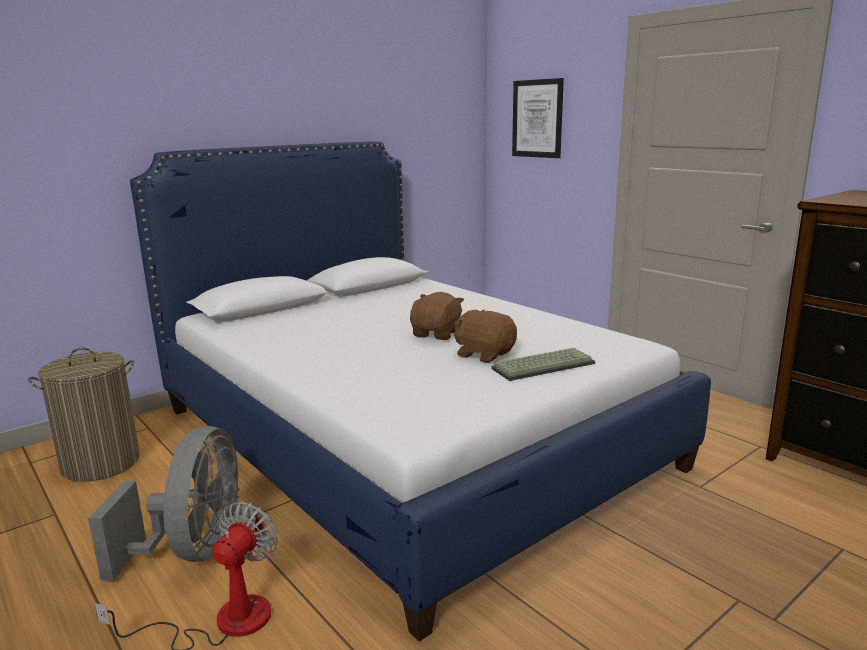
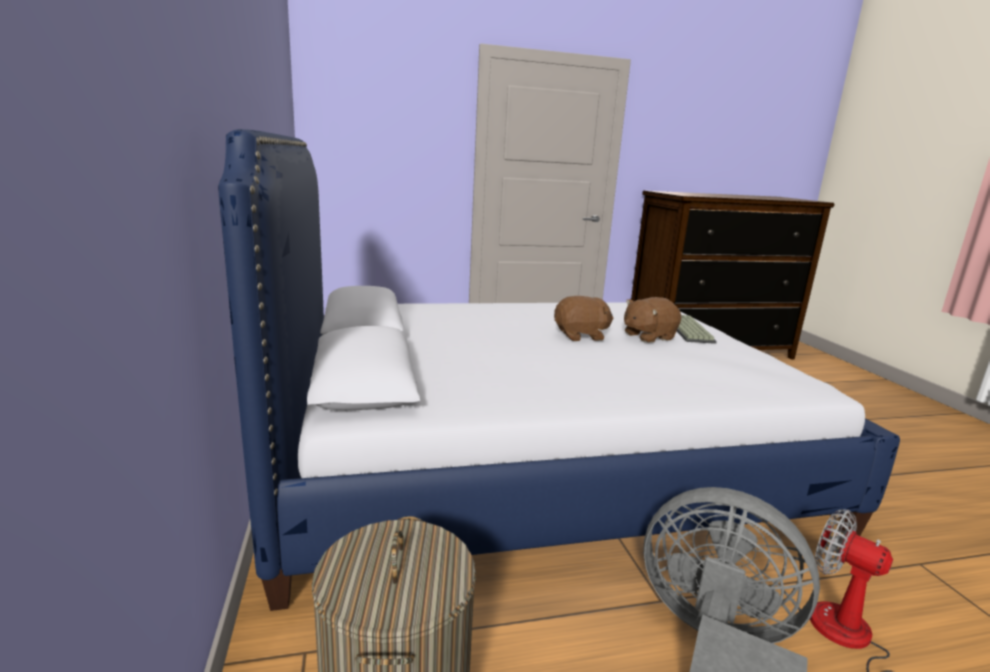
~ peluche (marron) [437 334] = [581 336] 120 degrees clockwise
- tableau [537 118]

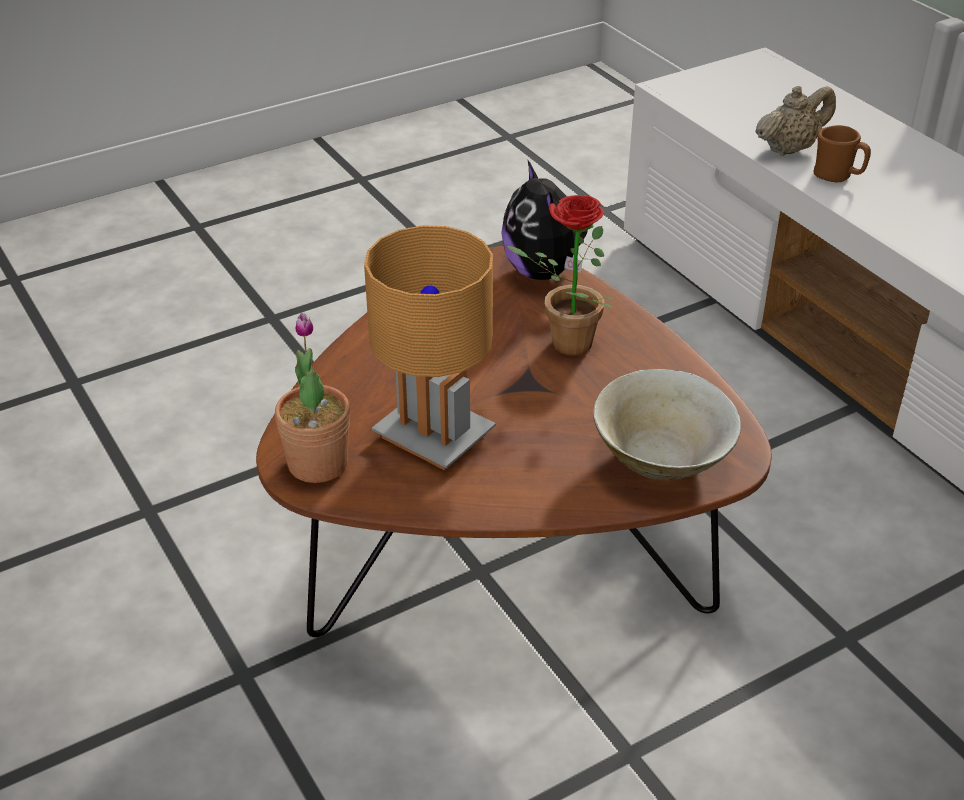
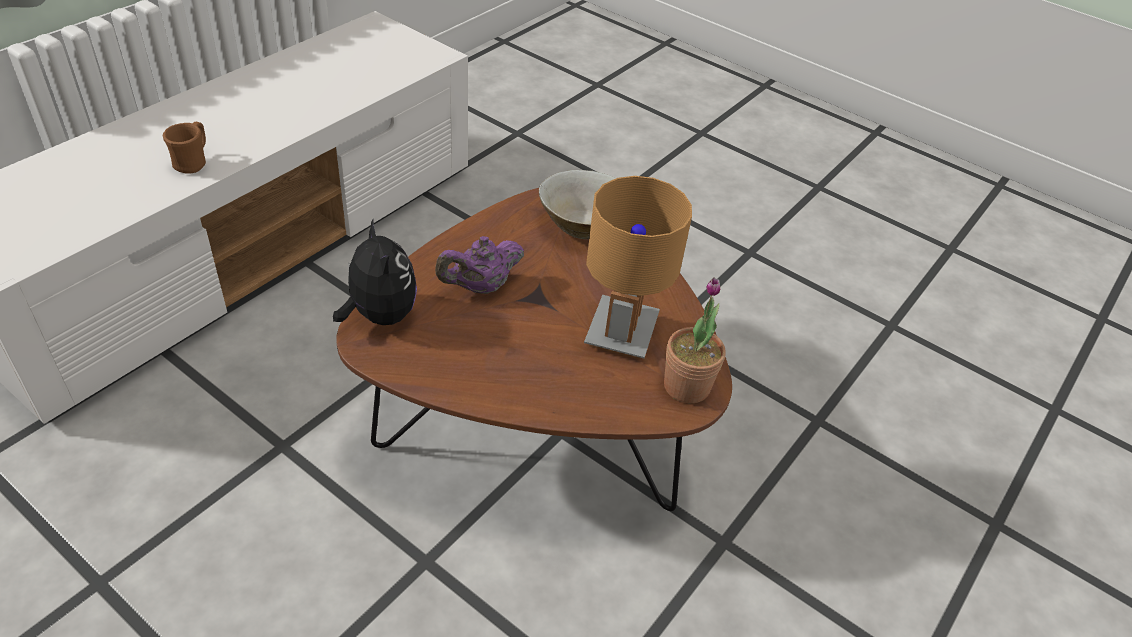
~ peluche [543 272] = [379 315] 75 degrees counterclockwise
~ plante en pot [563 345] to théière (violet) [480 287]
- théière (beige) [790 149]

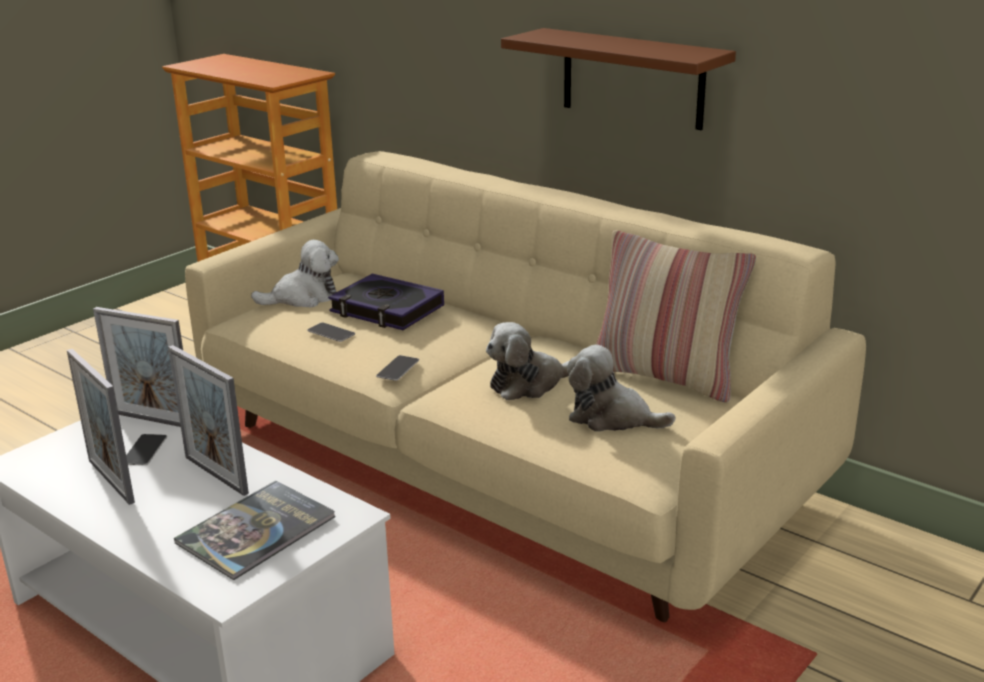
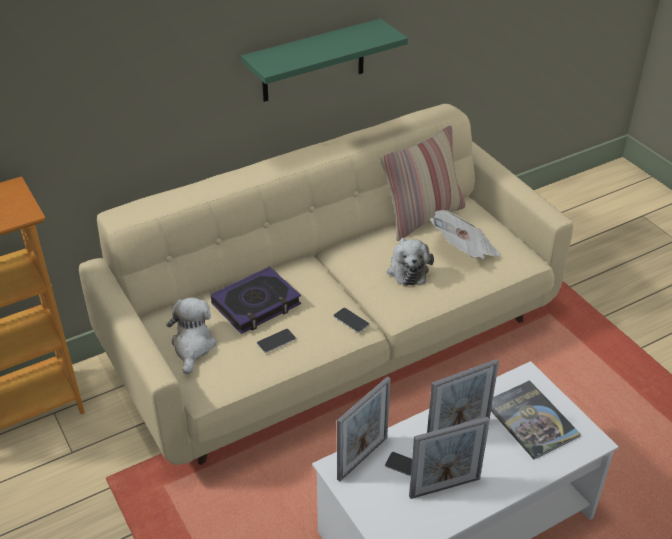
~ étagère (marron) [632 78] to étagère (vert) [313 61]
~ peluche [612 418] to journal [464 250]

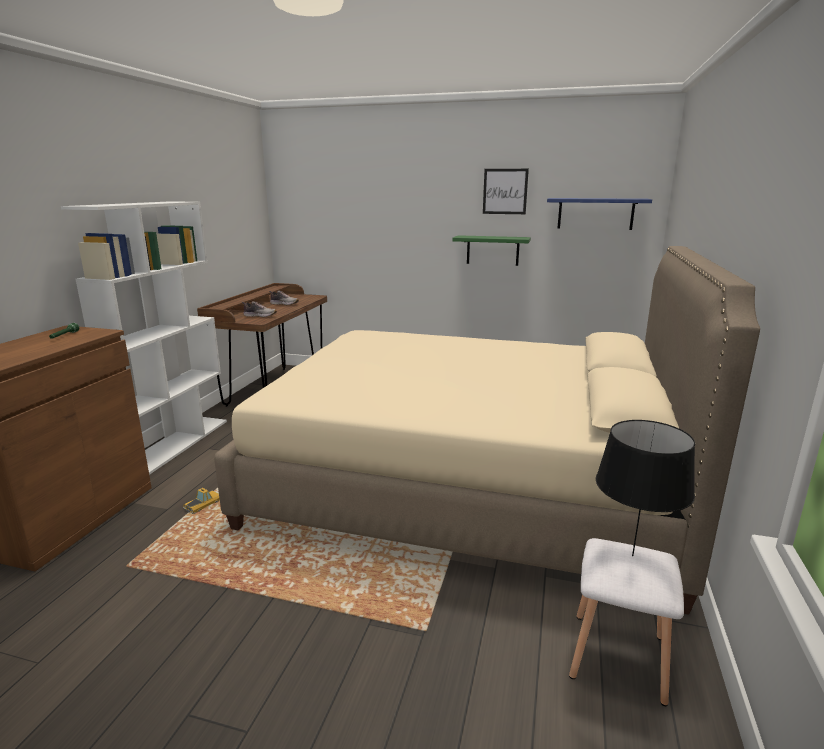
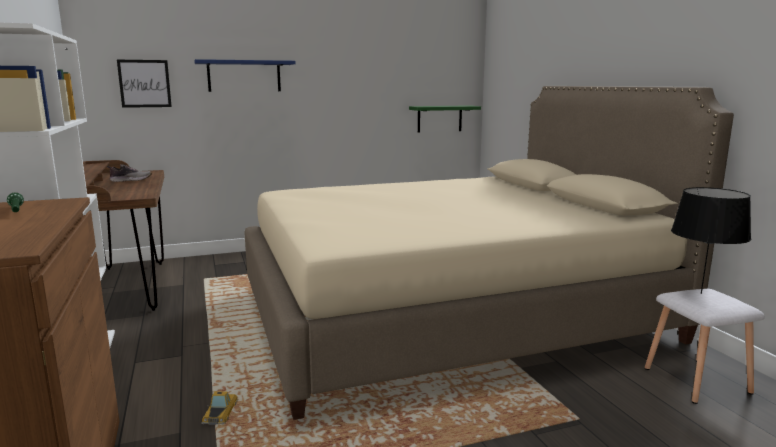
- chaussure [260 316]
~ étagère (vert) [492 250] to [439 118]
~ tableau [505 191] to [144 83]
~ étagère (bleu) [595 213] to [244 76]

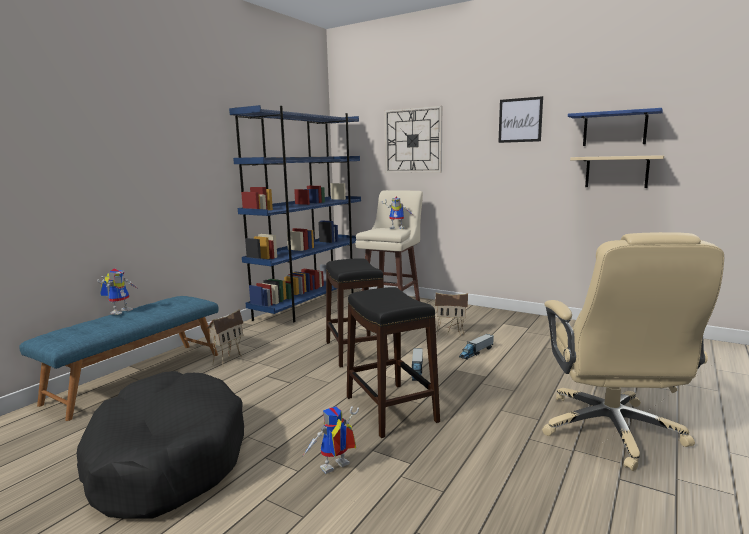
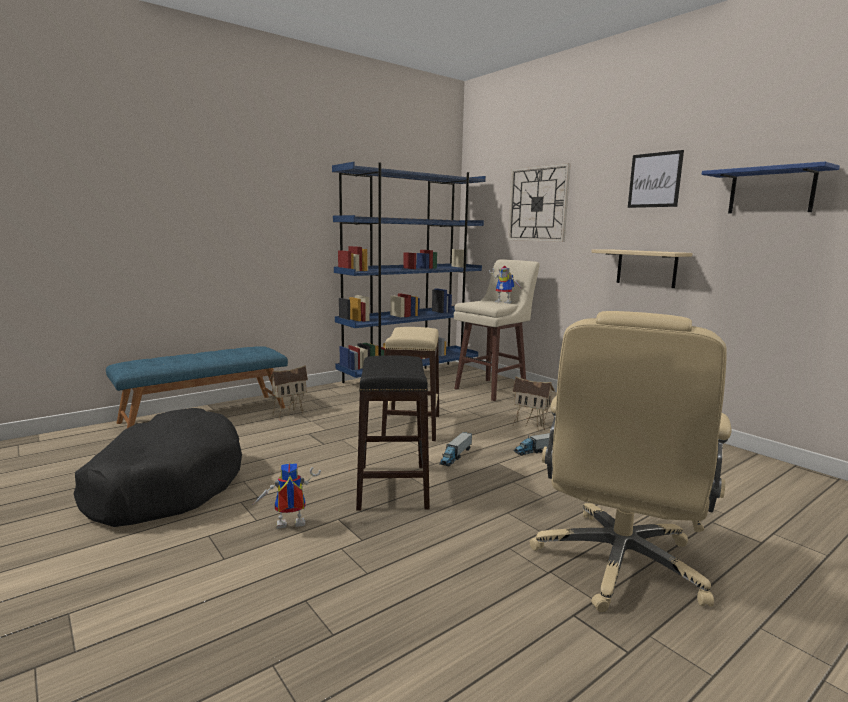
- robot jouet [121 311]
~ tabouret (noir) [356 351] to tabouret (beige) [412 426]
~ étagère (beige) [616 171] to [646 268]

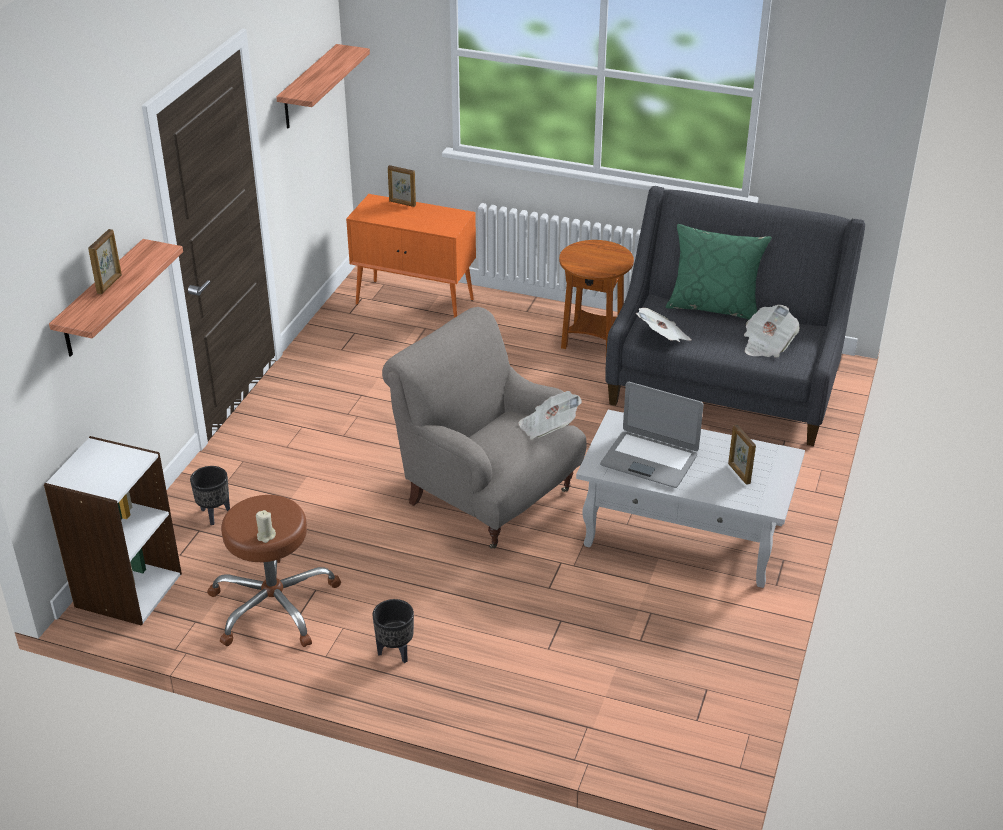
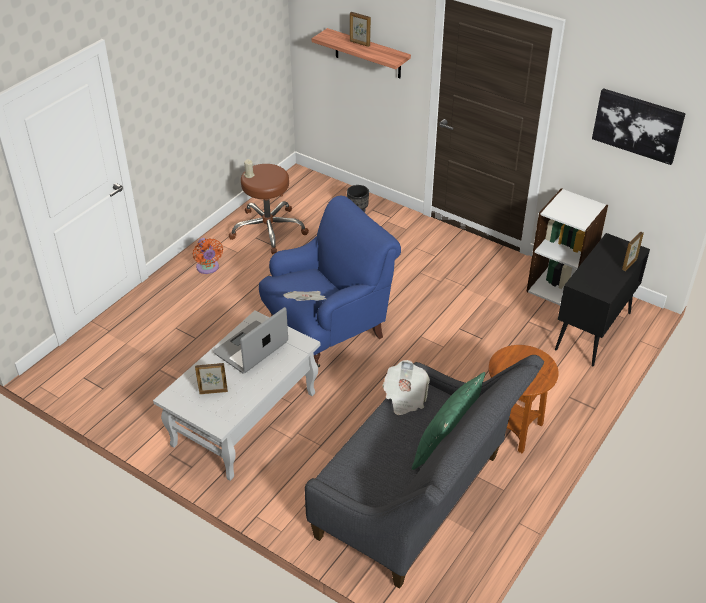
~ bibliothèque (blanc) [127 589] to [559 287]
~ étagère [308 87] to tableau [638 125]
~ meuble de rangement (orange) [416 302] to meuble de rangement (noir) [593 332]
~ cache-pot (noir) [395 652] to ventilateur (orange) [208 268]
~ fauteuil (gris) [487 495] to fauteuil (bleu) [329 328]
- journal [767 345]

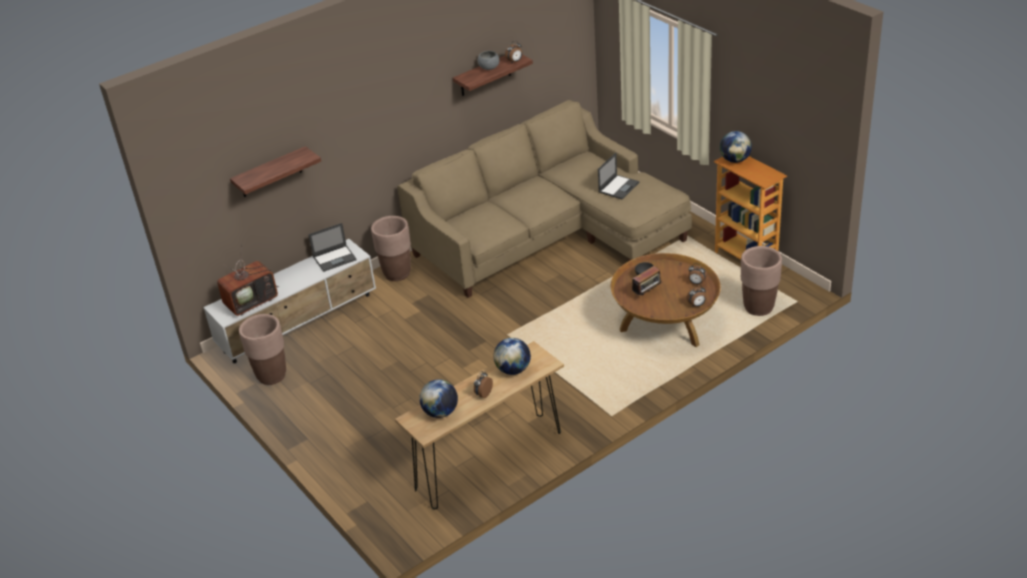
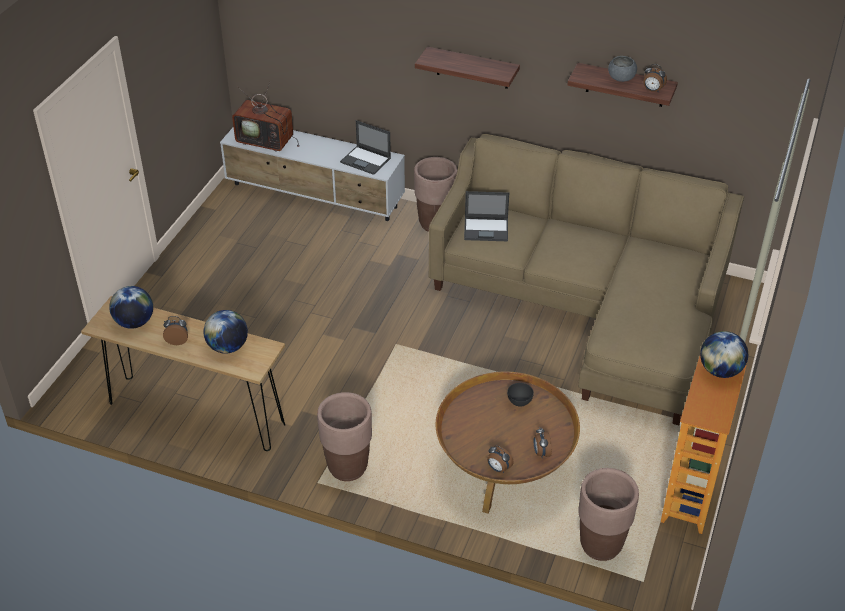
~ étagère [270 173] to [472 68]
~ cache-pot (marron) [272 376] to [347 468]
~ ordinateur portable [619 187] to [486 229]
- radio [647 293]

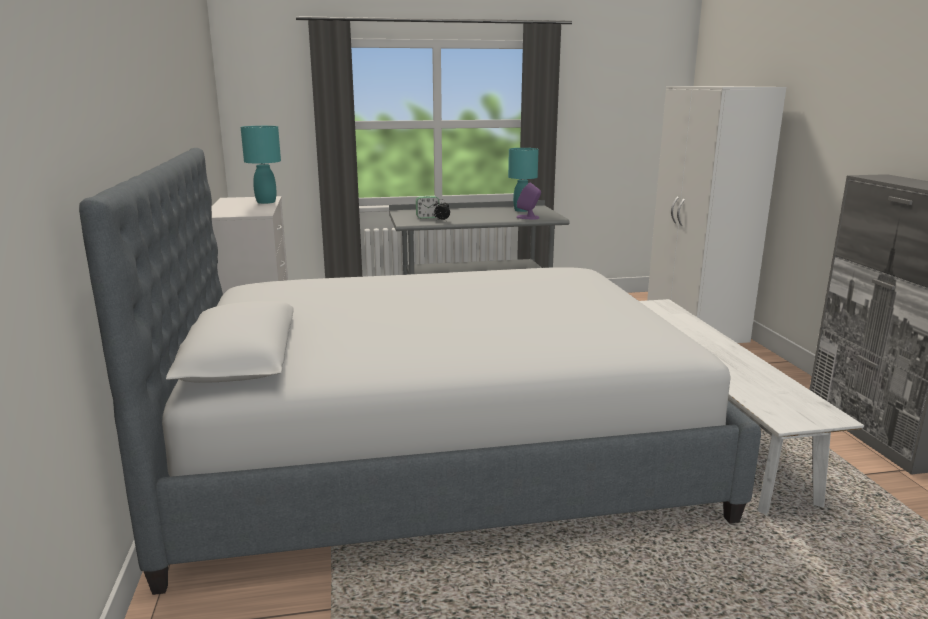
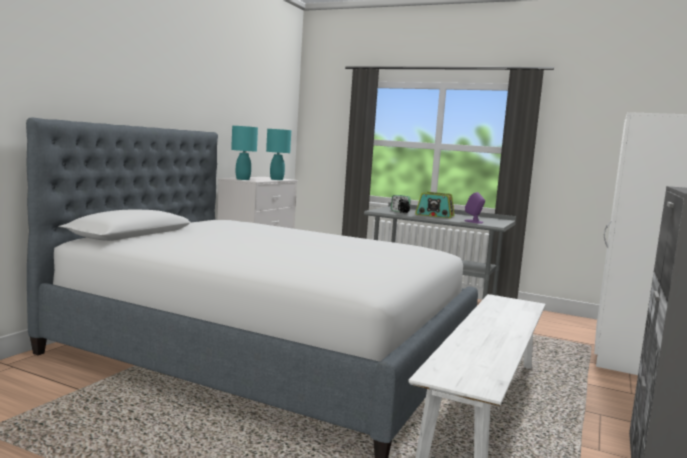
~ lampe de table (turquoise) [522 210] to [243 179]
+ radio [434 215]

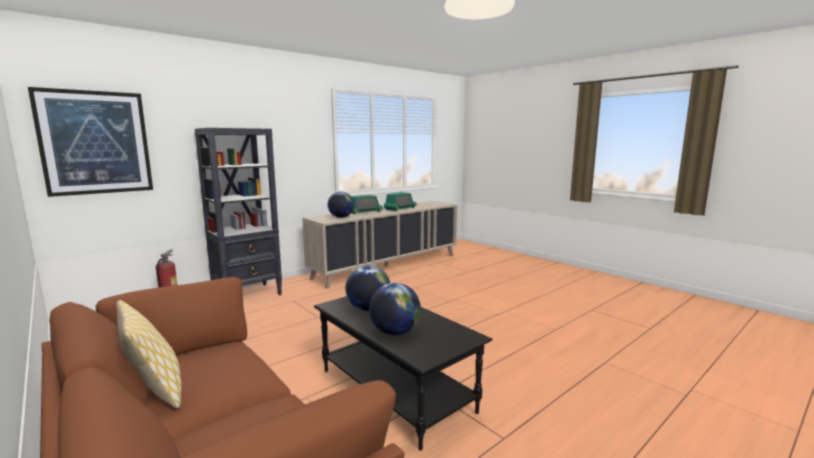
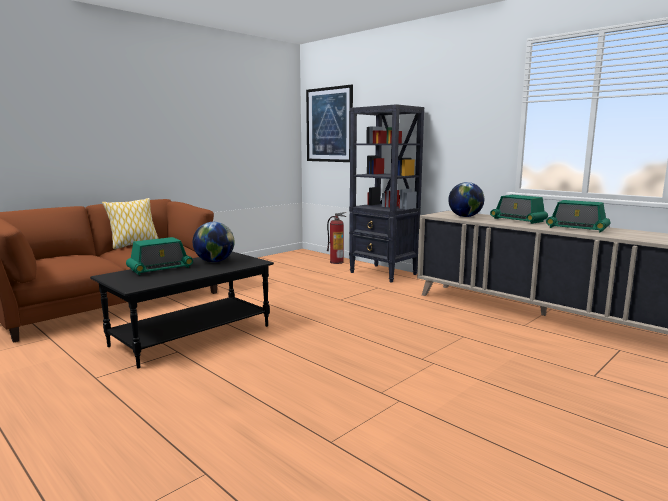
~ globe [395 332] to radio [160 269]

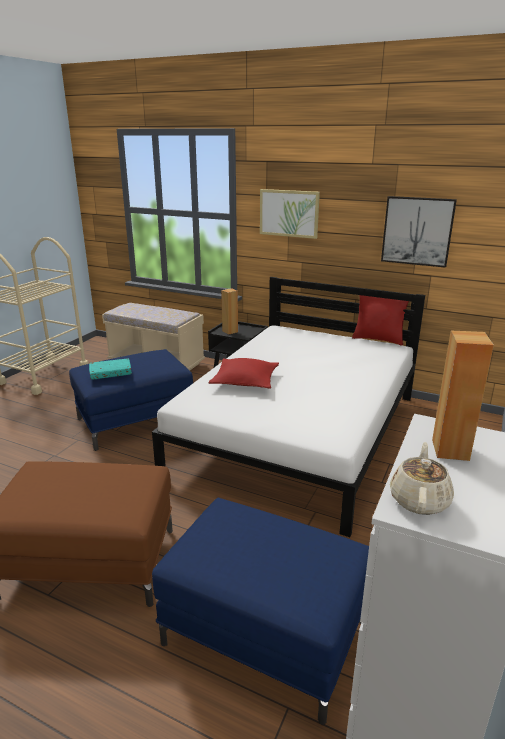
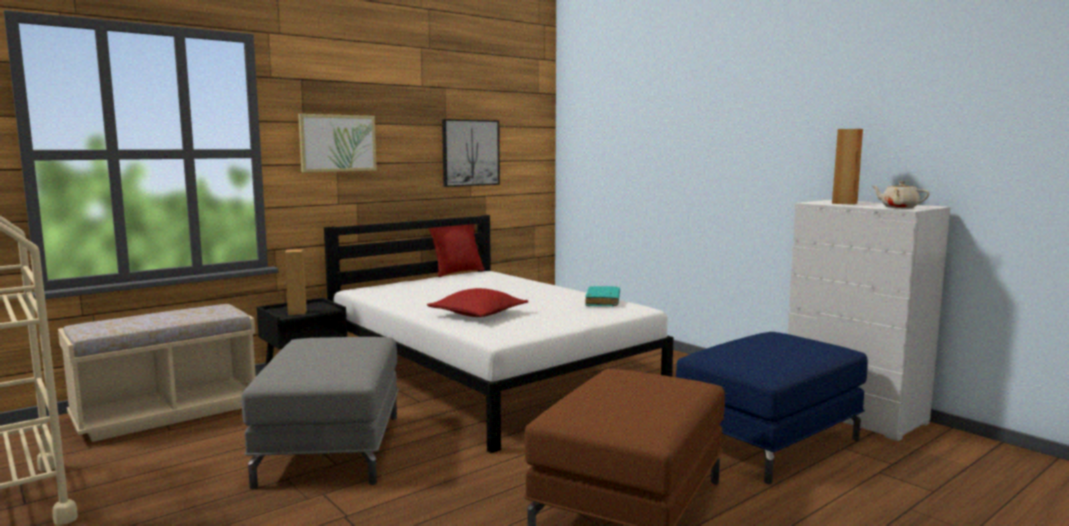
~ pouf (bleu) [135 421] to pouf (gris) [330 448]
~ livre (turquoise) [110 373] to [602 302]

